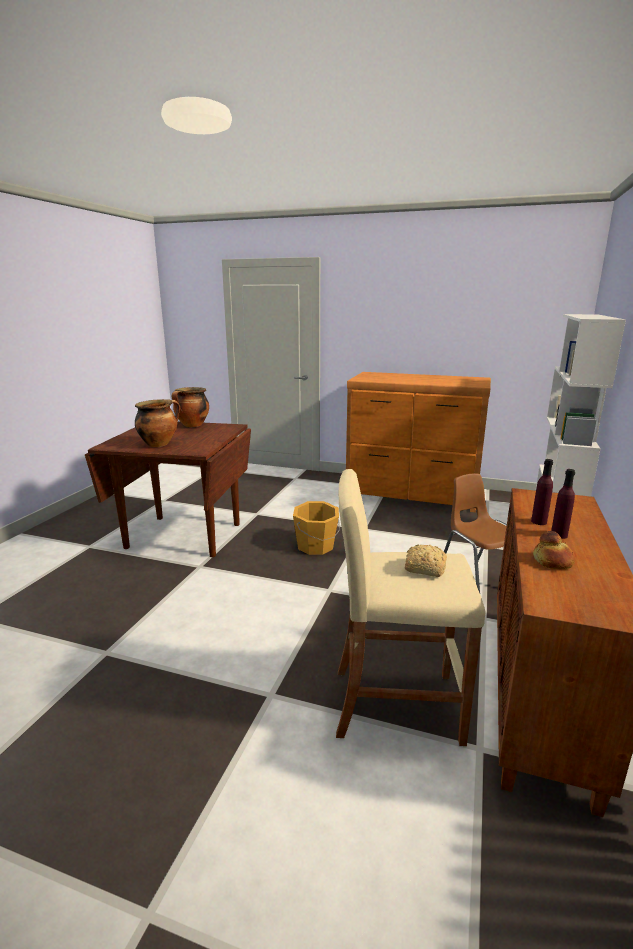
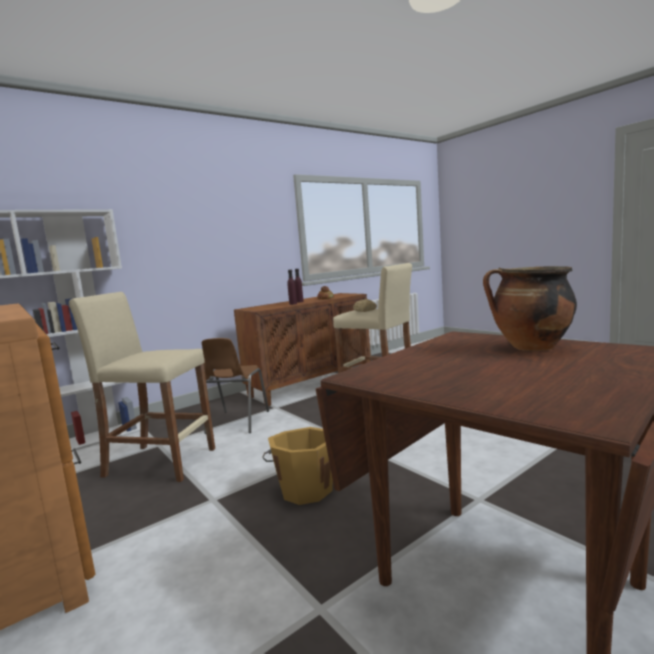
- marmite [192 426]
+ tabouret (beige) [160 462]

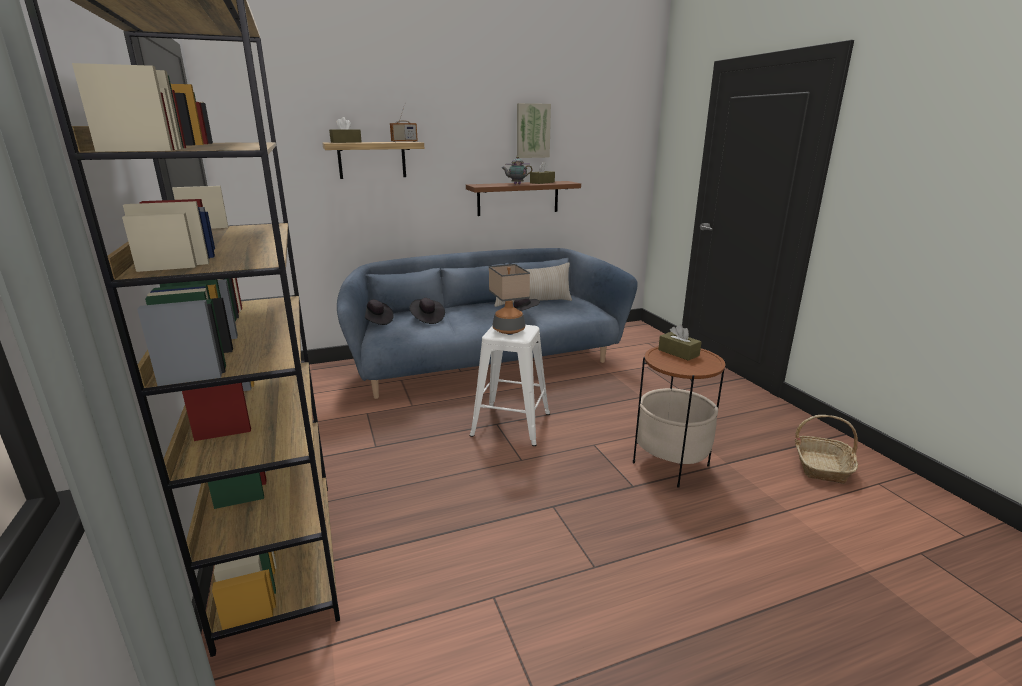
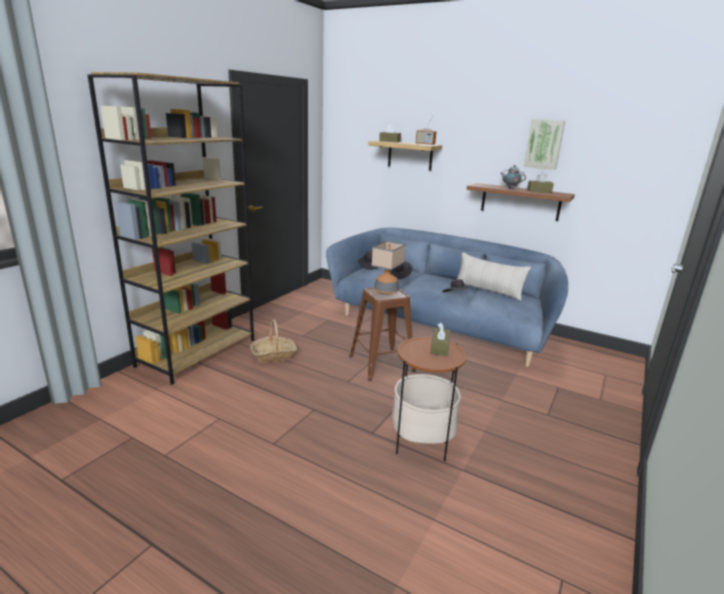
~ tabouret (blanc) [510 423] to tabouret (marron) [381 363]
~ panier [821 466] to [274 356]

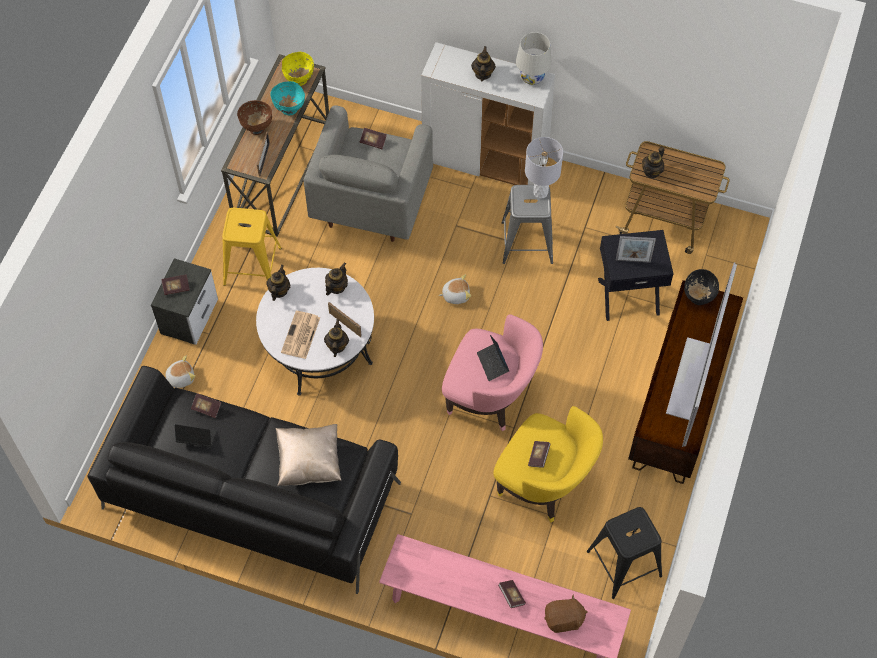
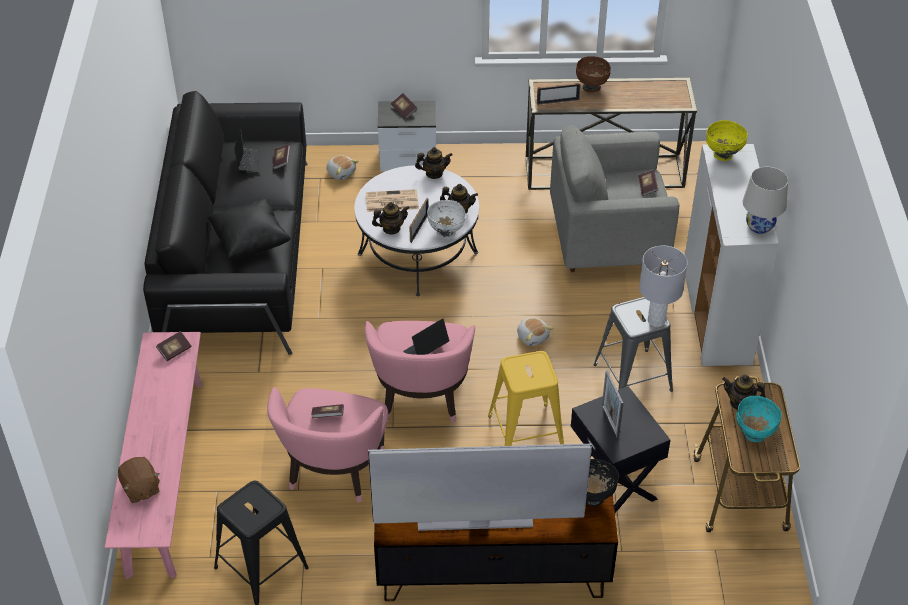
~ tabouret (jaune) [252 266] to [525 432]
~ bol (turquoise) [289 109] to [754 434]
~ coussin (beige) [309 462] to coussin (noir) [250 242]
~ bol (jaune) [299 80] to [723 155]
- théière [482 74]
~ fauteuil (jaune) [544 484] to fauteuil (rose) [333 471]
~ livre [511 596] to [174 351]
+ bol (blanc) [446 233]

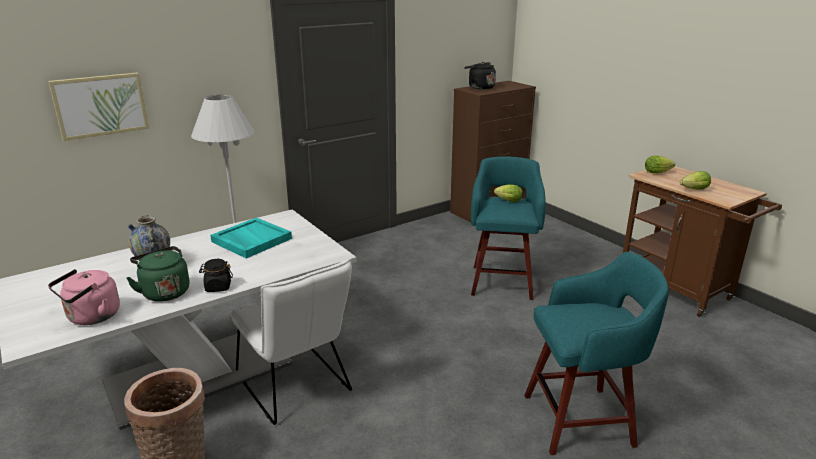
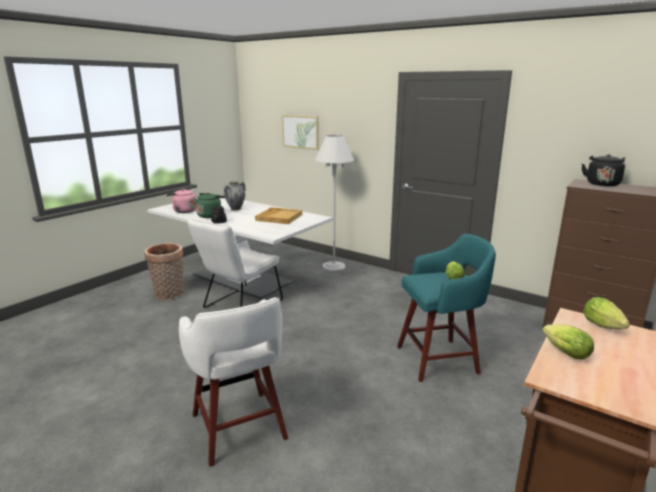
~ plateau (turquoise) [251 240] to plateau (beige) [279 217]
~ tabouret (turquoise) [581 420] to tabouret (blanc) [239 429]

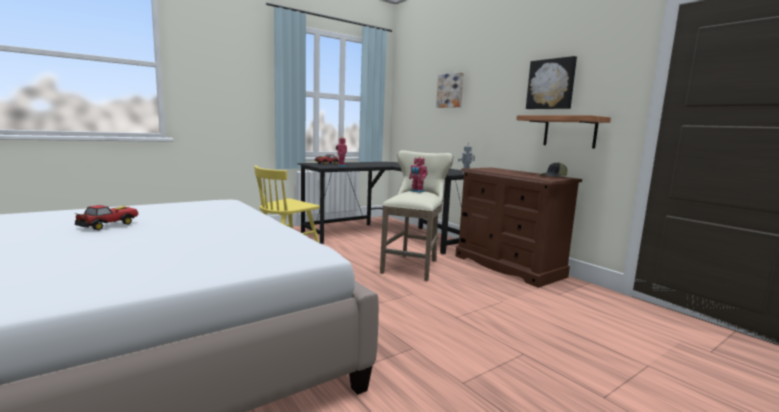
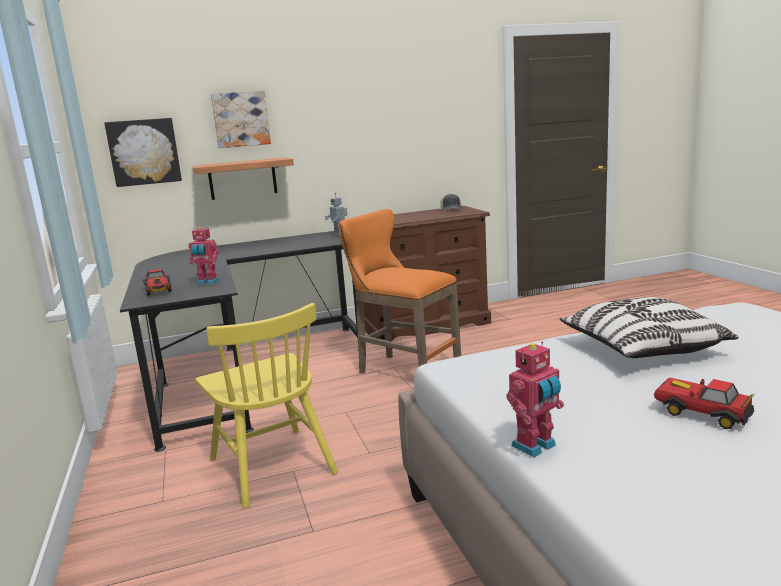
~ tabouret (beige) [413 266] to tabouret (orange) [403 370]
~ robot jouet [417 191] to [536 446]
~ étagère [569 132] to [242 178]
~ tableau [551 84] to [144 152]
+ coussin [641 349]

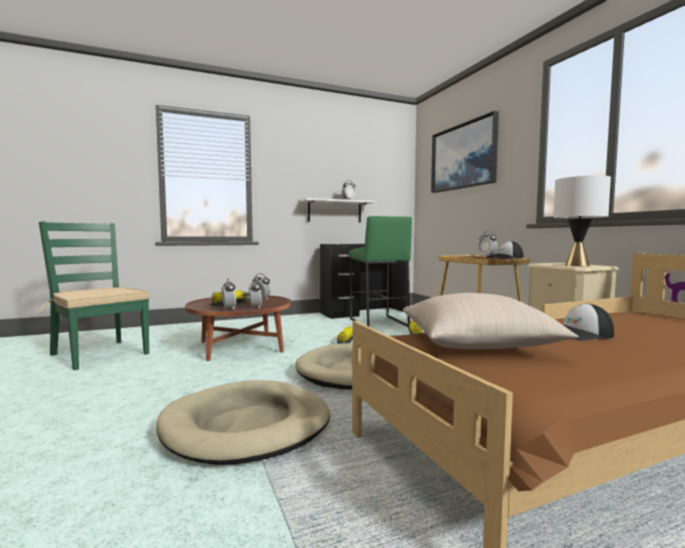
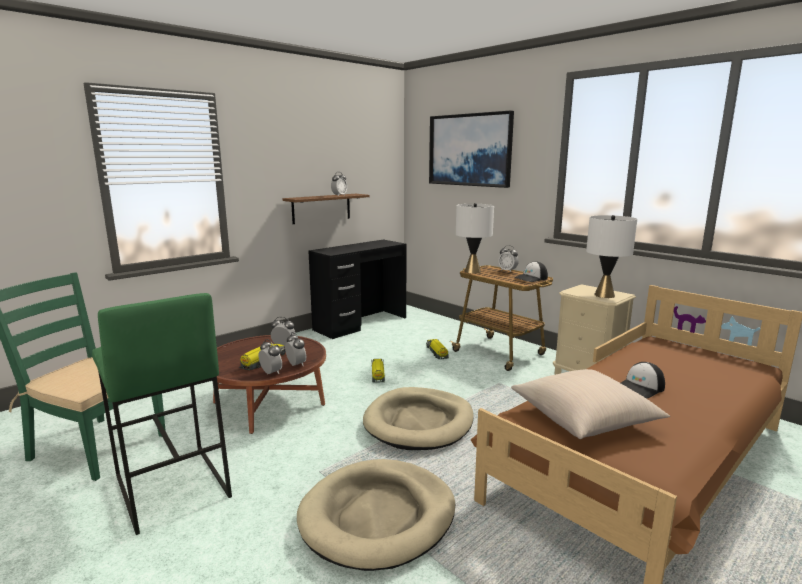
~ étagère (blanc) [334 211] to étagère (marron) [321 208]
~ tabouret (vert) [377 323] to [170 486]
+ lampe de table (blanc) [472 271]

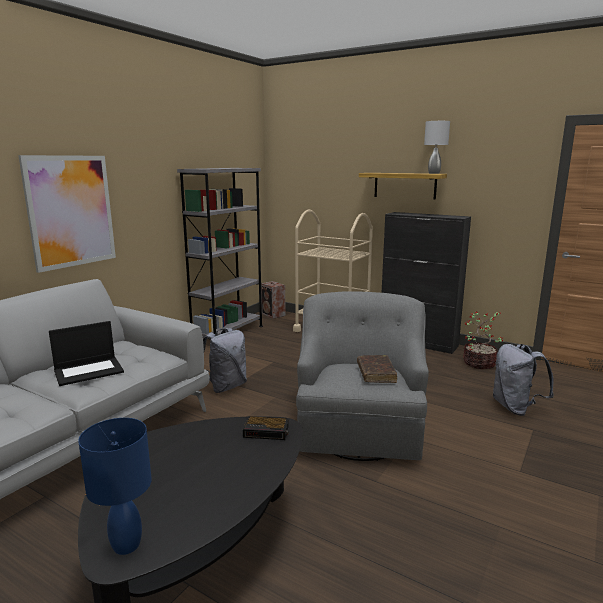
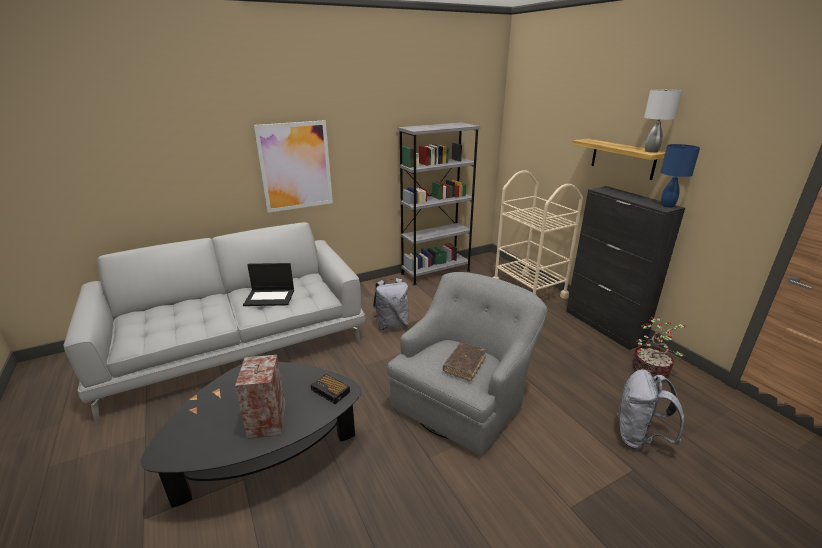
~ lampe de table (bleu) [126 545] to [667 205]
~ enceinte [273 315] to [266 422]

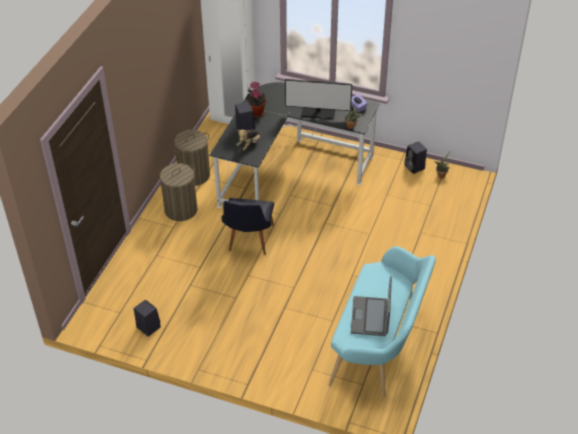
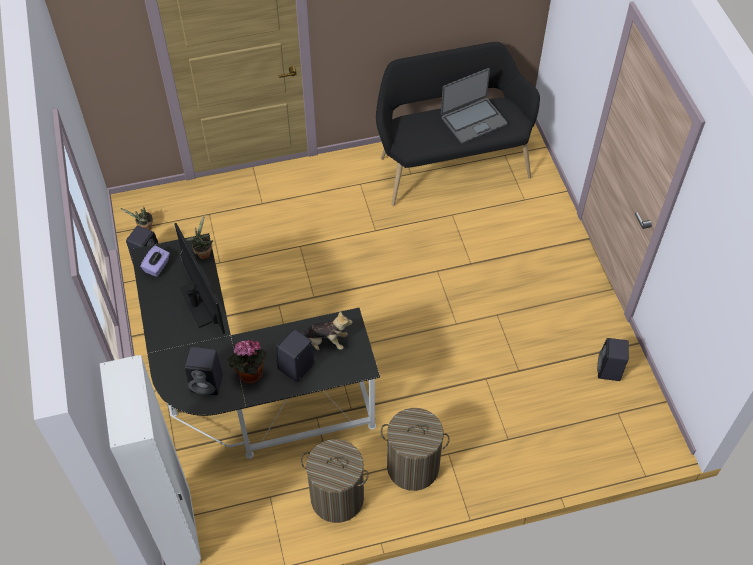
- chaise (noir) [248 241]
~ banc (turquoise) [379 347] to banc (noir) [450 163]
+ enceinte (noir) [208 383]

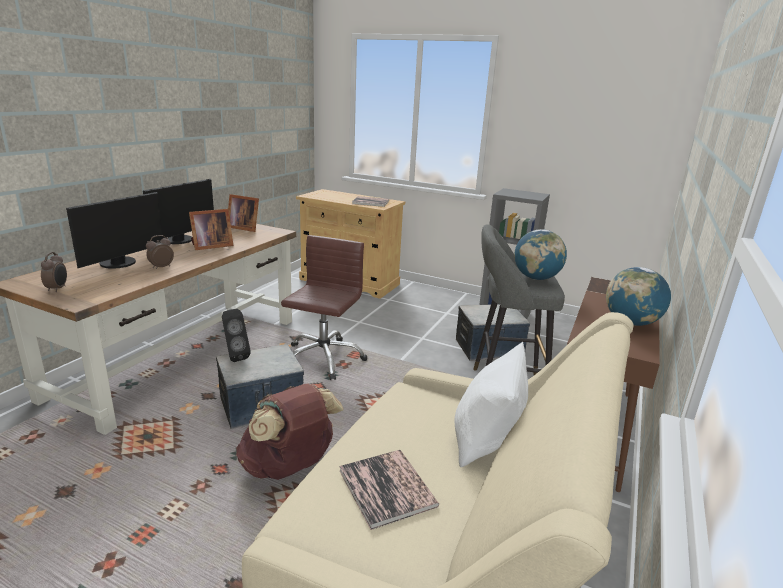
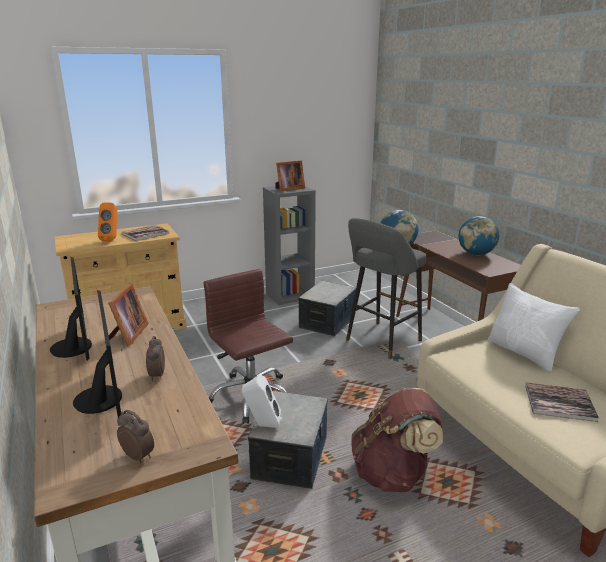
~ enceinte (noir) [234 356] to enceinte (blanc) [262 425]
~ cadre photo [243 228] to [288 189]
+ enceinte (orange) [112 239]

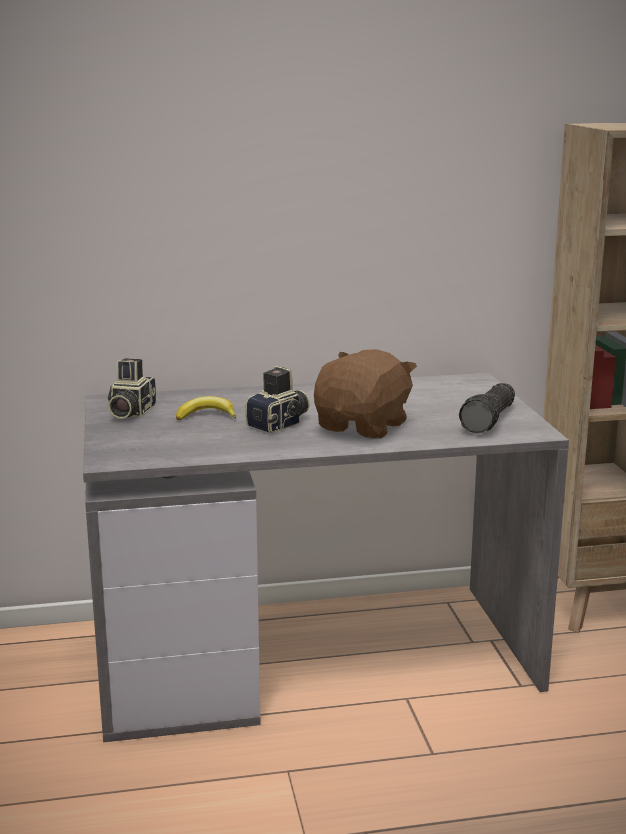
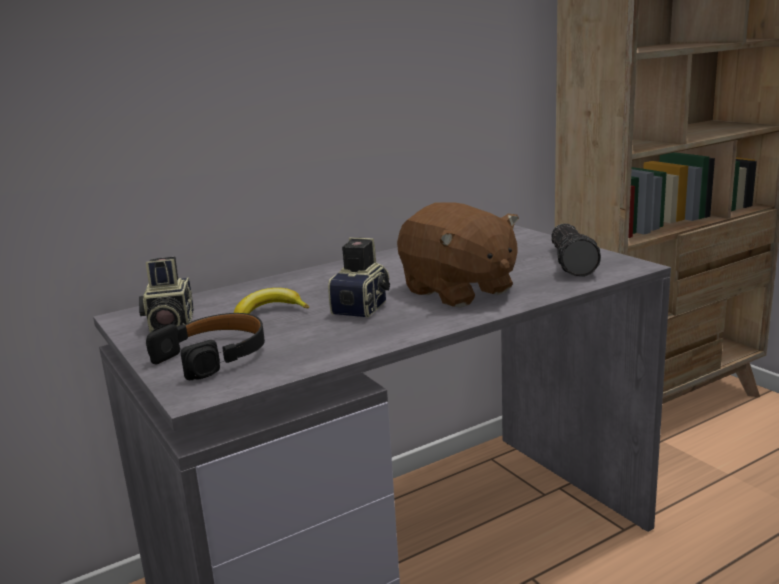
~ peluche (marron) [363 426] = [458 291] 135 degrees clockwise
+ casque audio (noir) [214 355]

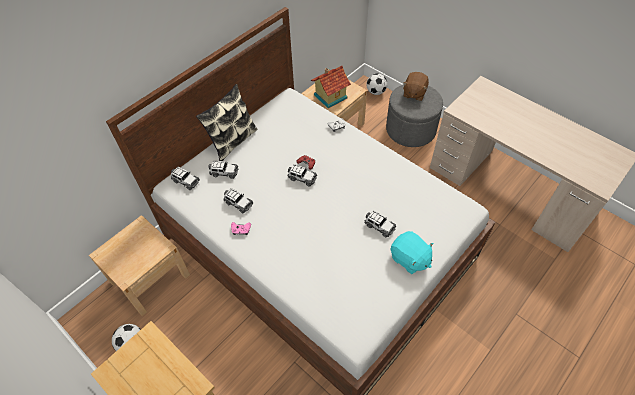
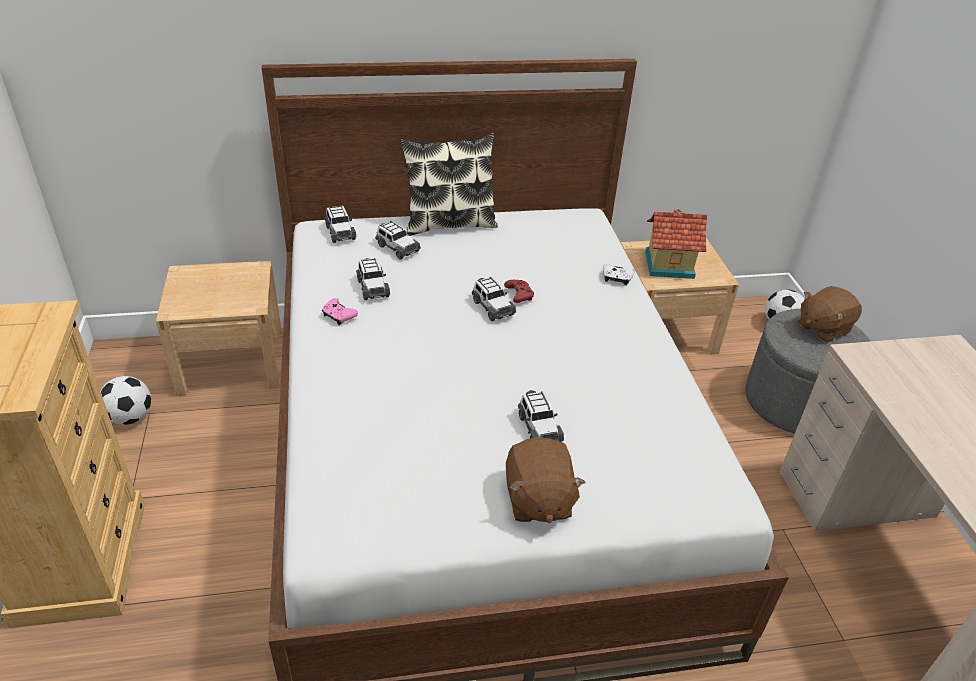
~ peluche (turquoise) [409 259] to peluche (marron) [537 500]

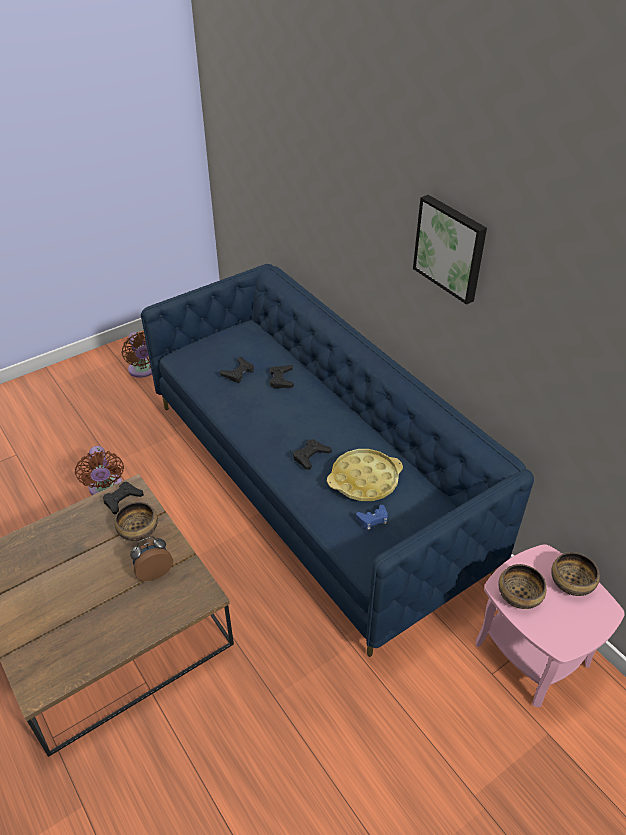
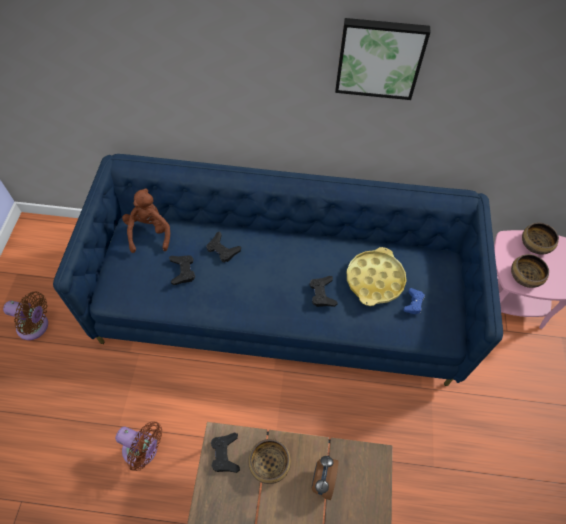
+ peluche (marron) [149 232]

